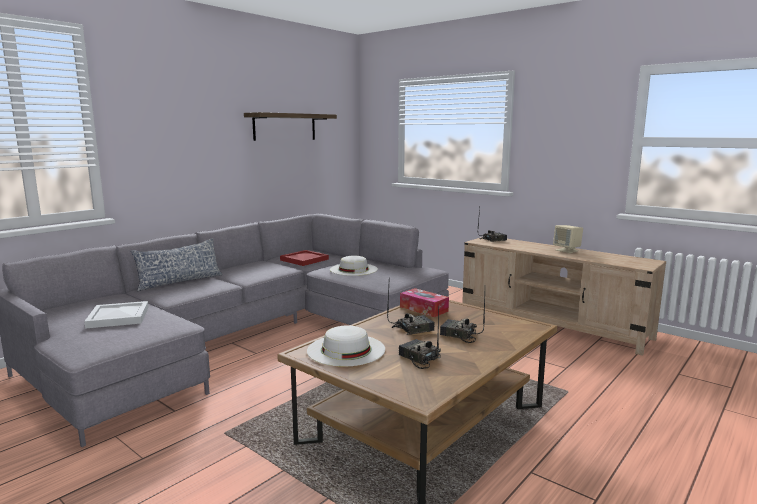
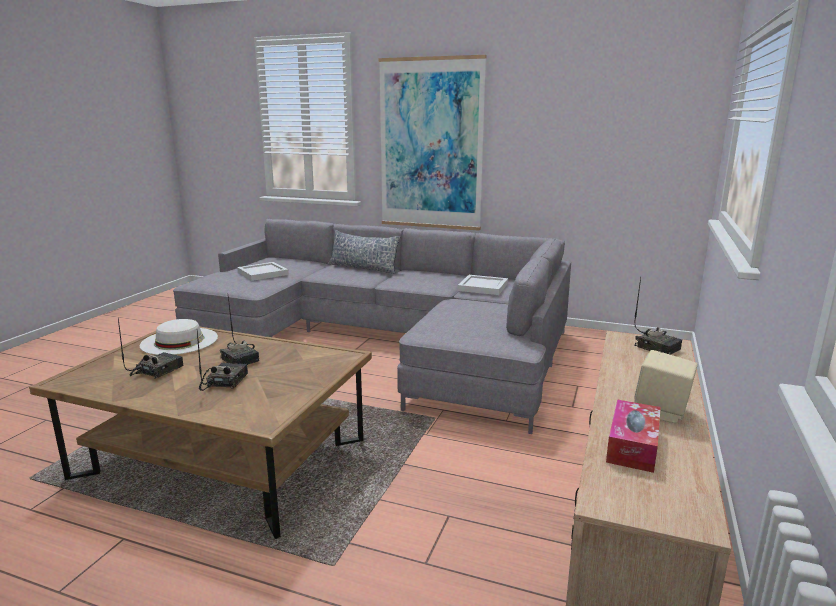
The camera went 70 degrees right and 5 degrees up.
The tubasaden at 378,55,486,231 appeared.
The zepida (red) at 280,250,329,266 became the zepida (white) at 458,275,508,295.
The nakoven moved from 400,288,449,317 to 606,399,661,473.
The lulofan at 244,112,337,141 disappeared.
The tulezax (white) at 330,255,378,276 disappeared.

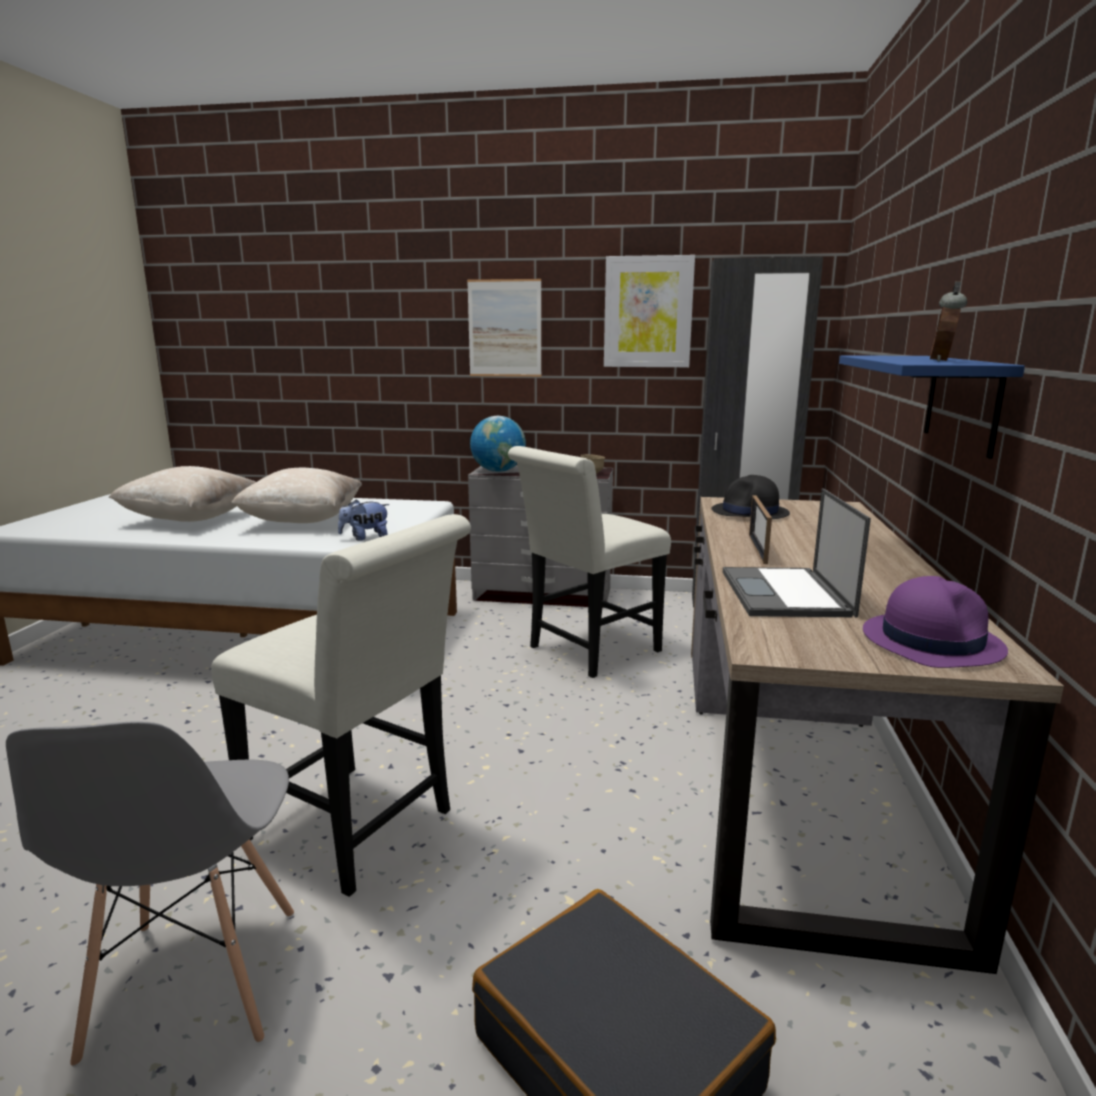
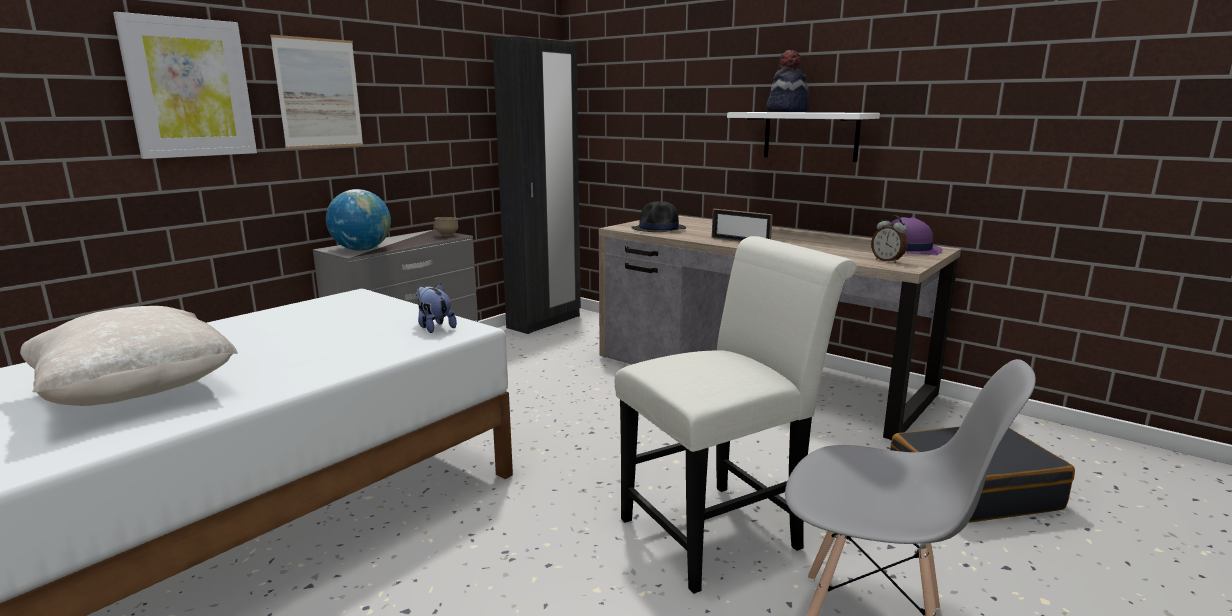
The camera went 60 degrees left and 0 degrees up.
The tubasaden moved from 604,255,695,367 to 113,12,257,159.
The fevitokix at 338,499,389,541 turned 135 degrees clockwise.
The lulofan (blue) at 839,355,1025,459 became the lulofan (white) at 727,112,880,162.
The tulezax at 766,50,809,112 appeared.
The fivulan moved from 930,281,967,362 to 871,215,907,263.
The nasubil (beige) at 231,467,362,523 disappeared.
The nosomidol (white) at 508,446,671,678 disappeared.
The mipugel at 723,488,871,617 disappeared.

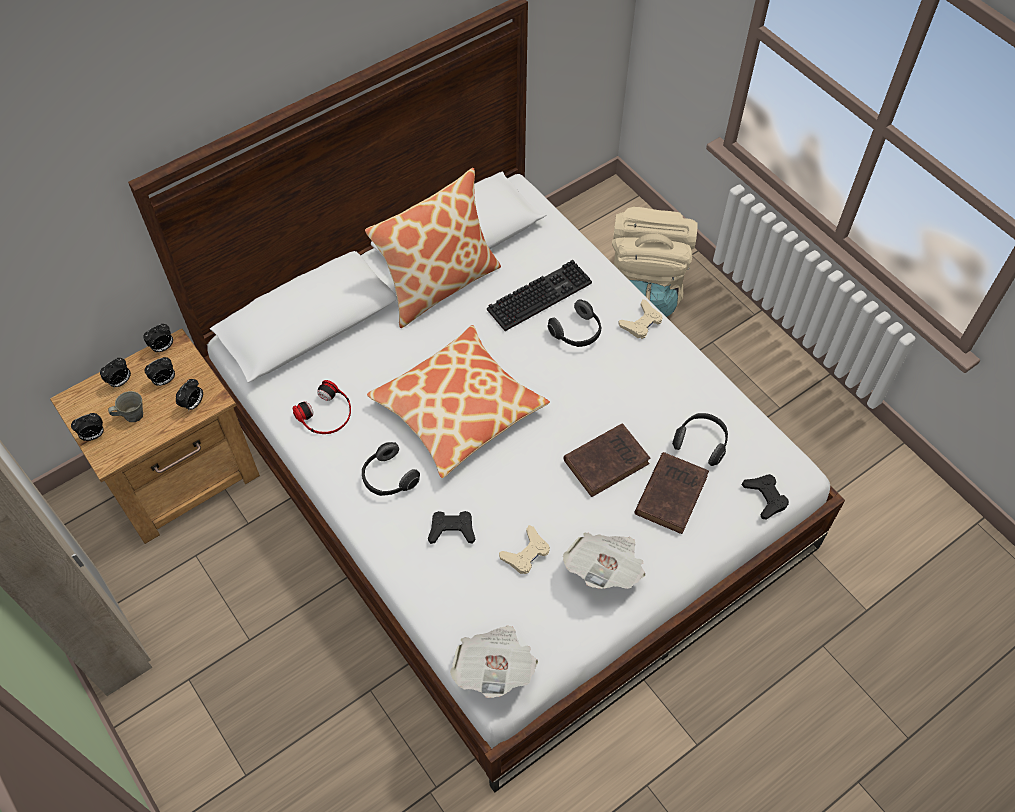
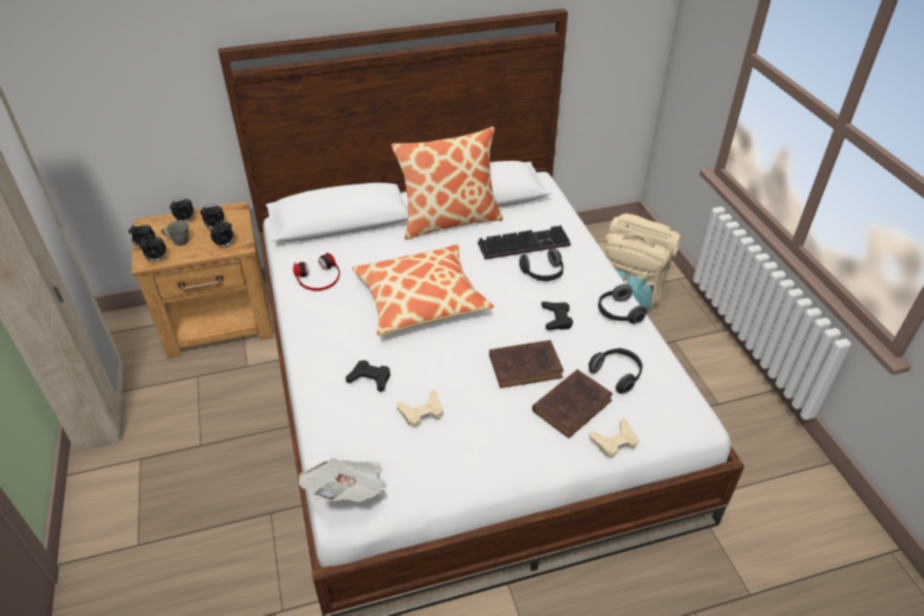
The camera went 20 degrees right and 15 degrees down.
The fivulan moved from 143,324,173,352 to 139,236,166,262.
The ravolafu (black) moved from 742,474,789,520 to 541,301,573,330.
The ravolafu (beige) moved from 618,299,663,339 to 589,418,639,458.
The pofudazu moved from 362,442,420,496 to 598,284,647,324.
The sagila at 563,532,646,589 disappeared.

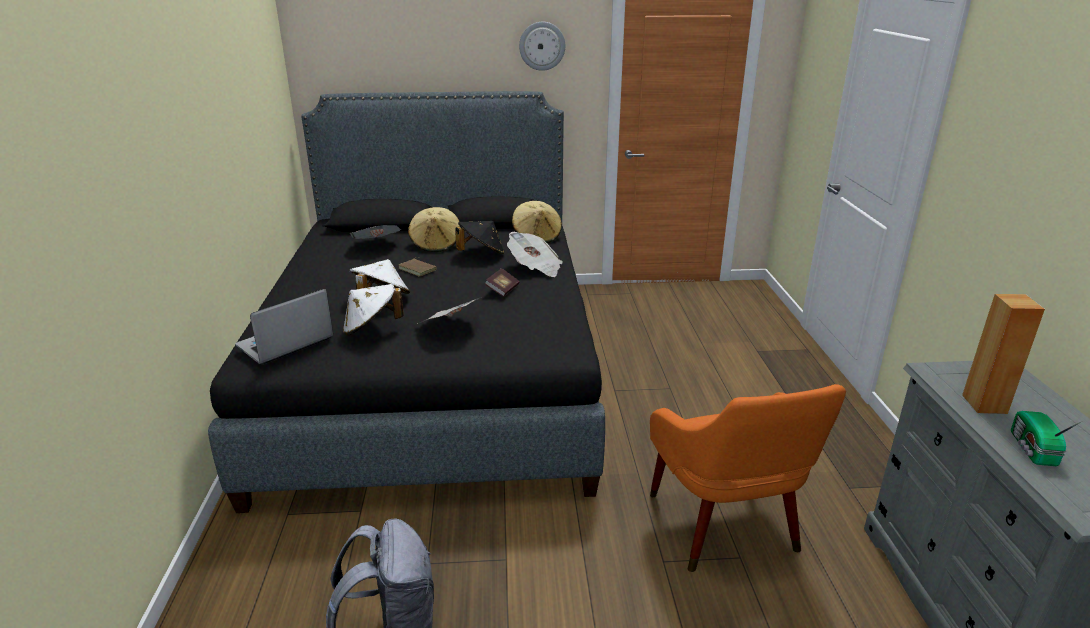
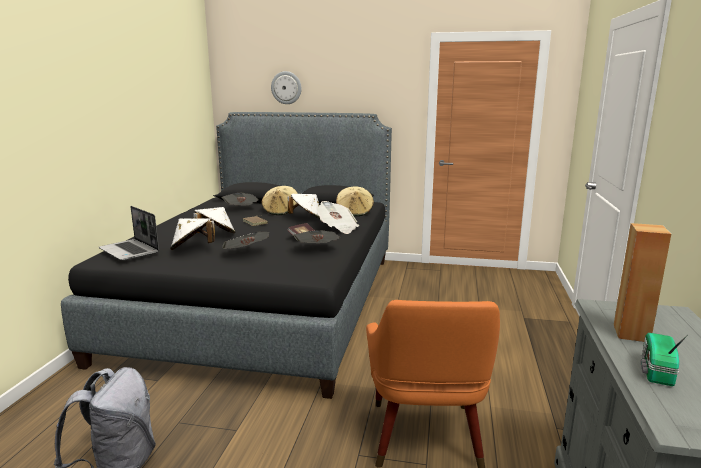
The camera went 15 degrees right and 10 degrees down.
The mipugel at 235,289,333,364 turned 105 degrees counterclockwise.
The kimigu moved from 519,22,565,71 to 271,71,302,104.
The tulezax (black) at 455,221,504,254 became the tulezax (white) at 288,194,320,219.
The sagila at 292,230,340,243 appeared.

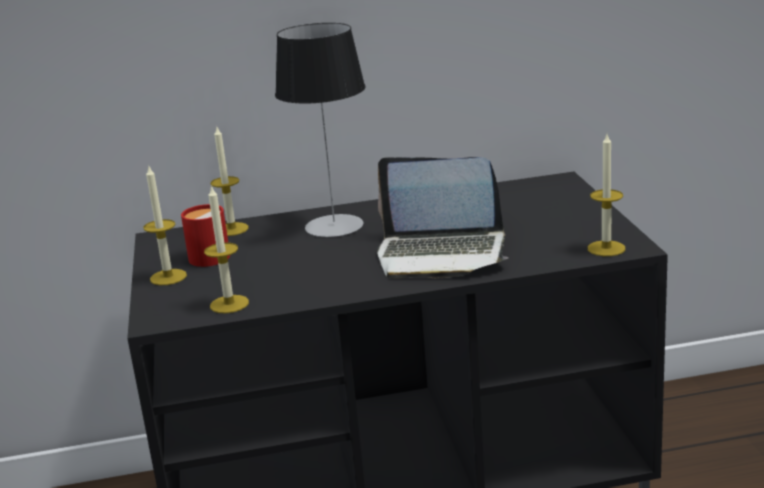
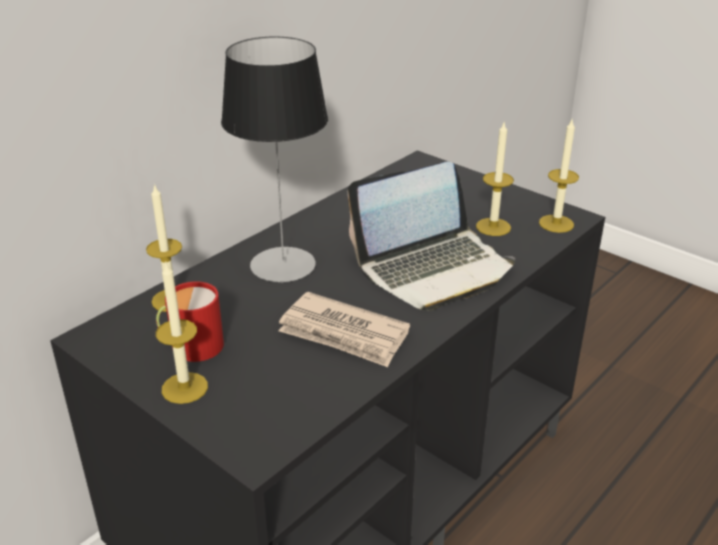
The camera went 40 degrees left and 10 degrees up.
The sagila at 278,292,410,367 appeared.
The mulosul moved from 204,185,249,313 to 476,123,514,236.

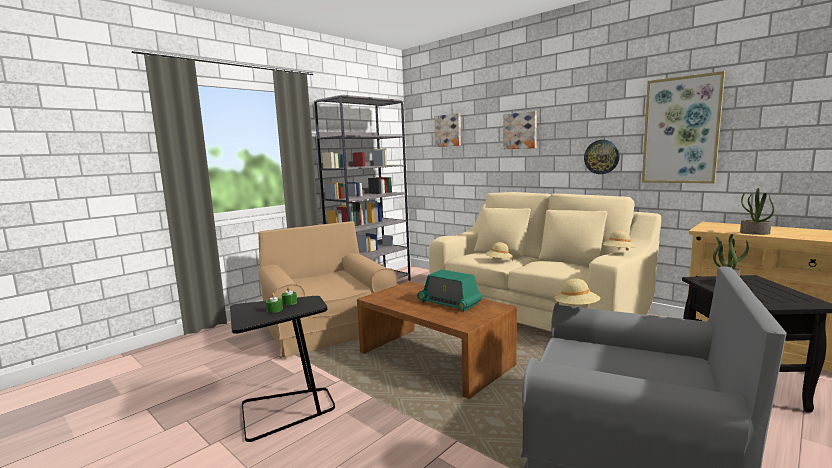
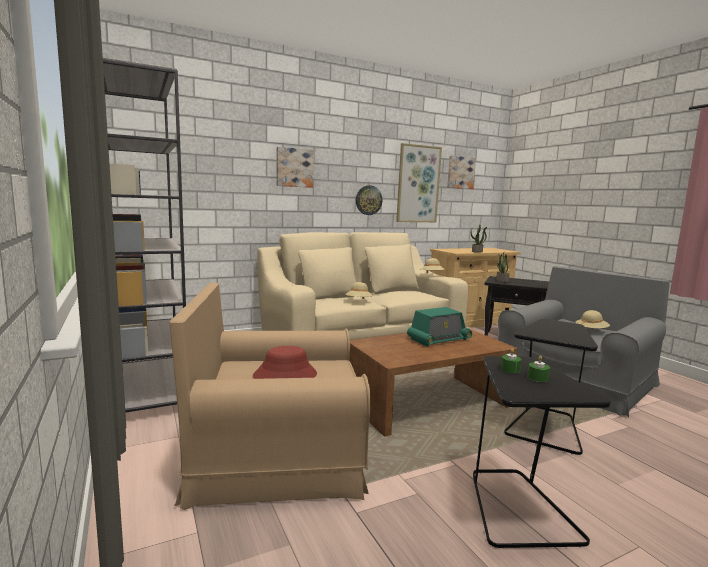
The camera went 70 degrees left and 0 degrees up.
The tulezax (red) at 253,346,317,379 appeared.
The tubasaden moved from 434,113,461,147 to 447,156,476,189.
The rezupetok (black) at 504,319,598,455 appeared.
The tulezax (beige) moved from 554,279,601,305 to 576,310,610,328.

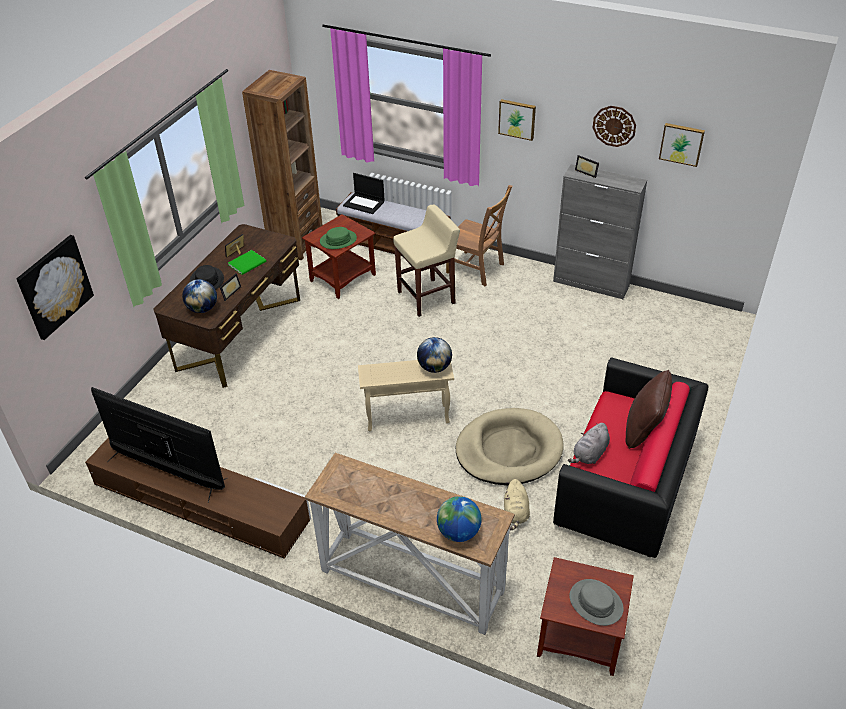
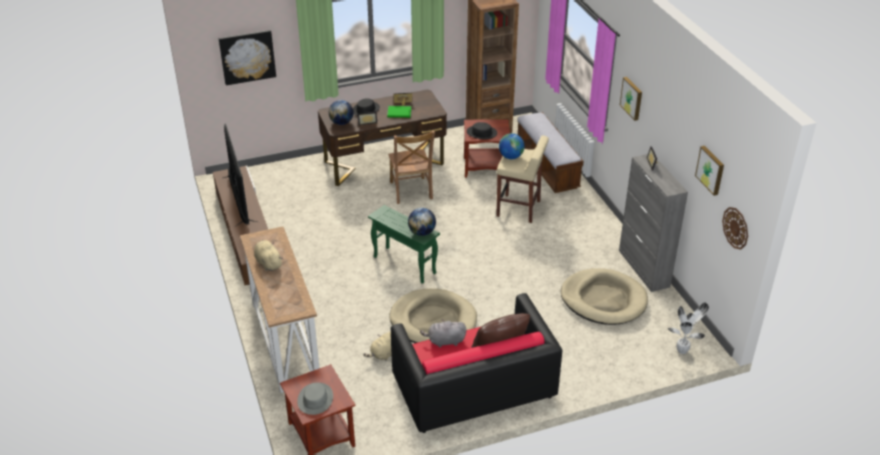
The camera went 45 degrees right and 5 degrees down.
The fevitokix (beige) at 254,240,283,271 appeared.
The rezupetok (beige) at 358,360,454,431 became the rezupetok (green) at 368,205,440,284.
The nosomidol (brown) moved from 446,185,512,286 to 388,130,435,204.
The tulezax (green) at 320,227,357,249 became the tulezax (black) at 467,122,497,139.
The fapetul moved from 437,496,482,542 to 499,133,525,159.
The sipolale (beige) at 561,268,648,325 appeared.
The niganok at 668,303,709,354 appeared.
The kimigu moved from 593,106,636,147 to 722,207,748,250.
The mipugel at 343,173,385,214 disappeared.

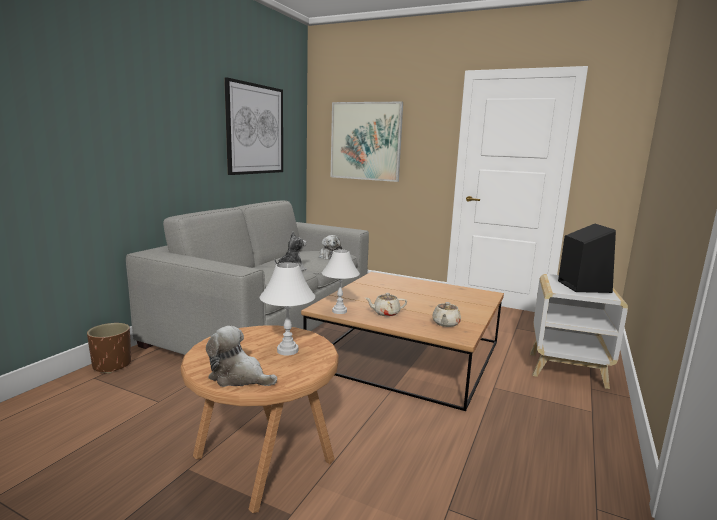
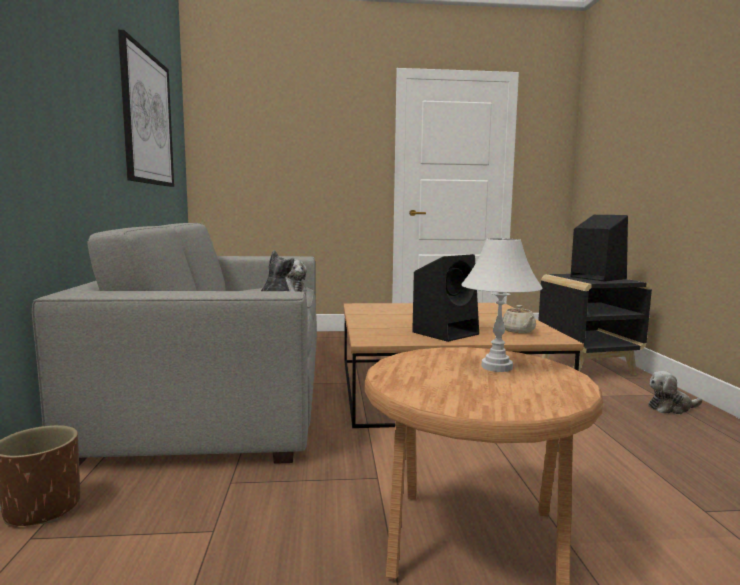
The camera went 30 degrees left and 5 degrees down.
The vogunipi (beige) at 365,293,407,316 was replaced by the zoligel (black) at 412,254,479,342.
The rezupetok (white) at 530,274,628,389 became the rezupetok (black) at 539,274,652,375.
The fevitokix moved from 206,326,277,387 to 648,371,702,414.
The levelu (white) at 322,250,360,314 disappeared.
The tubasaden at 331,102,403,182 disappeared.

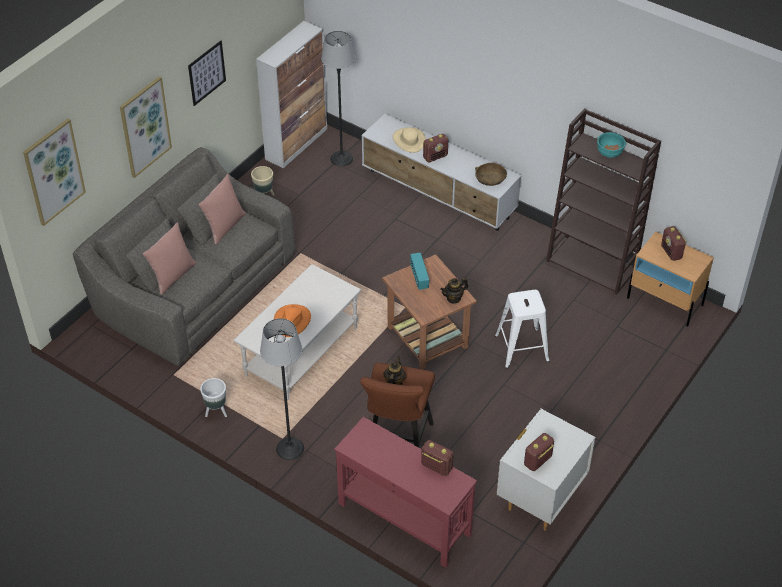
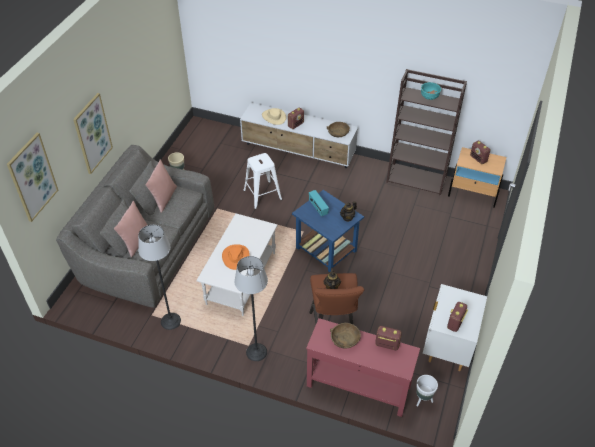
The camera went 15 degrees left and 0 degrees up.
The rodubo moved from 321,31,355,167 to 138,225,181,330.
The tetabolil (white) moved from 495,290,549,368 to 243,153,282,209.
The rezupetok (brown) at 382,254,477,369 became the rezupetok (blue) at 292,190,364,272.
The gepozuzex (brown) at 330,323,361,349 appeared.
The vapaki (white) moved from 200,378,227,417 to 416,375,438,407.
The tubasaden at 188,40,226,106 disappeared.
The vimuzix at 256,21,327,168 disappeared.

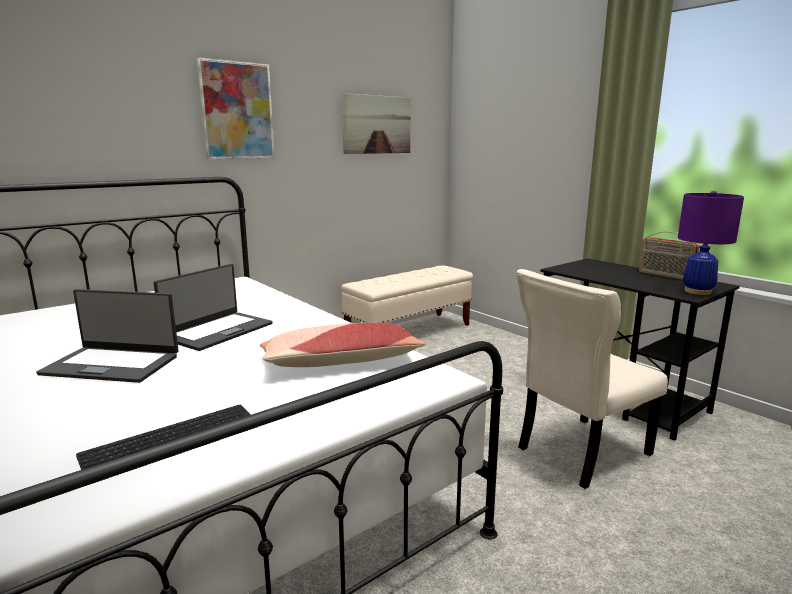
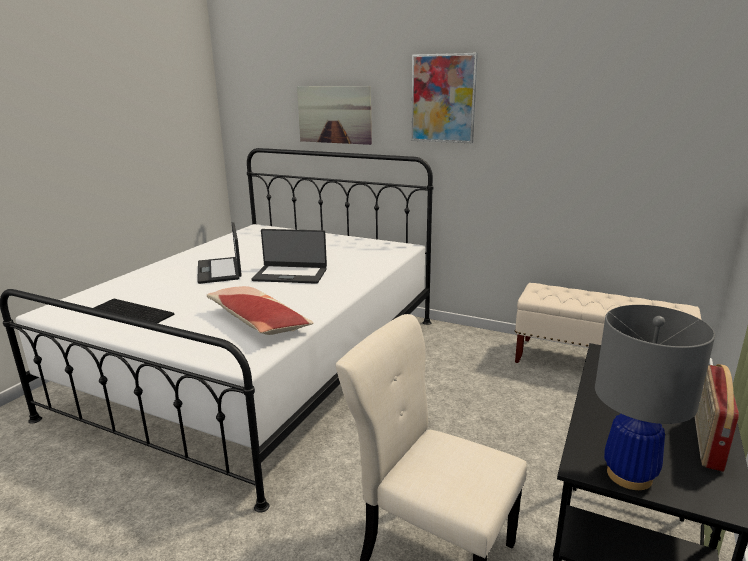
The camera went 65 degrees right and 5 degrees up.
The tubasaden moved from 342,93,411,154 to 297,86,372,145.
The levelu (purple) at 678,191,744,295 became the levelu (grey) at 595,305,715,490.

